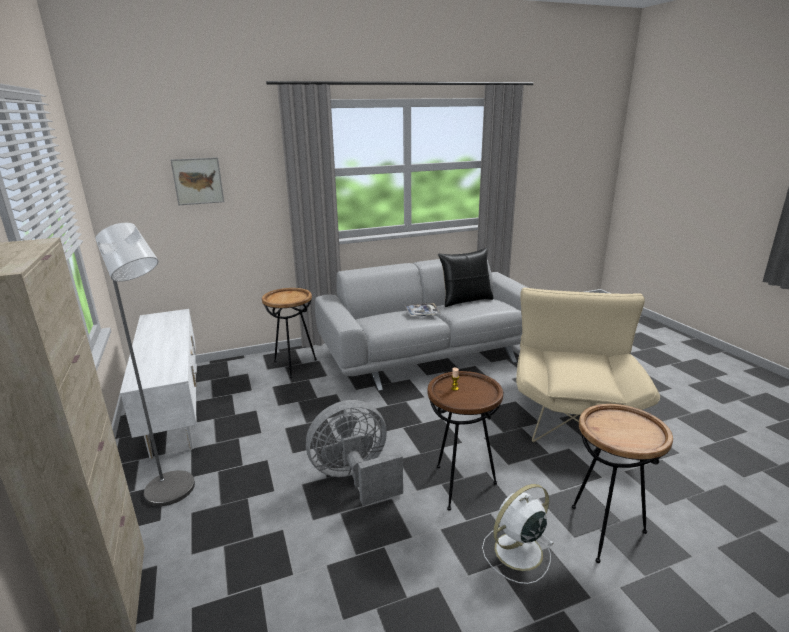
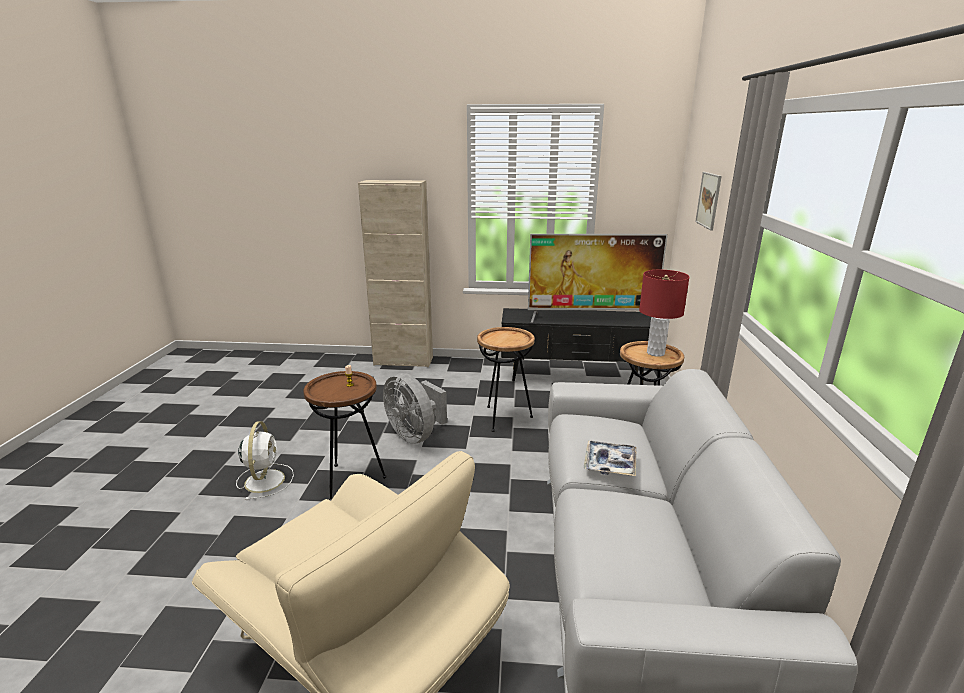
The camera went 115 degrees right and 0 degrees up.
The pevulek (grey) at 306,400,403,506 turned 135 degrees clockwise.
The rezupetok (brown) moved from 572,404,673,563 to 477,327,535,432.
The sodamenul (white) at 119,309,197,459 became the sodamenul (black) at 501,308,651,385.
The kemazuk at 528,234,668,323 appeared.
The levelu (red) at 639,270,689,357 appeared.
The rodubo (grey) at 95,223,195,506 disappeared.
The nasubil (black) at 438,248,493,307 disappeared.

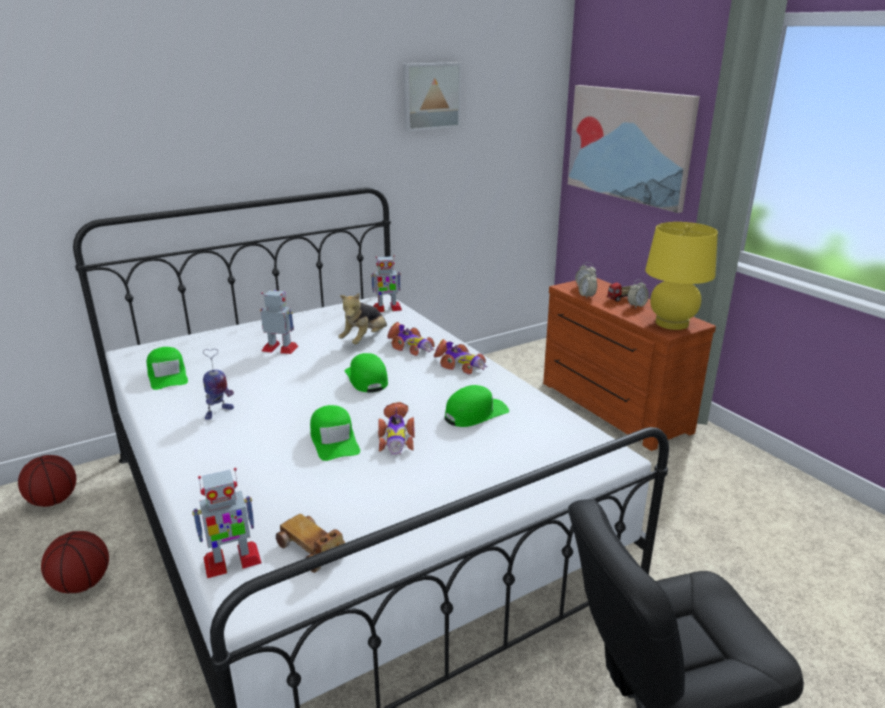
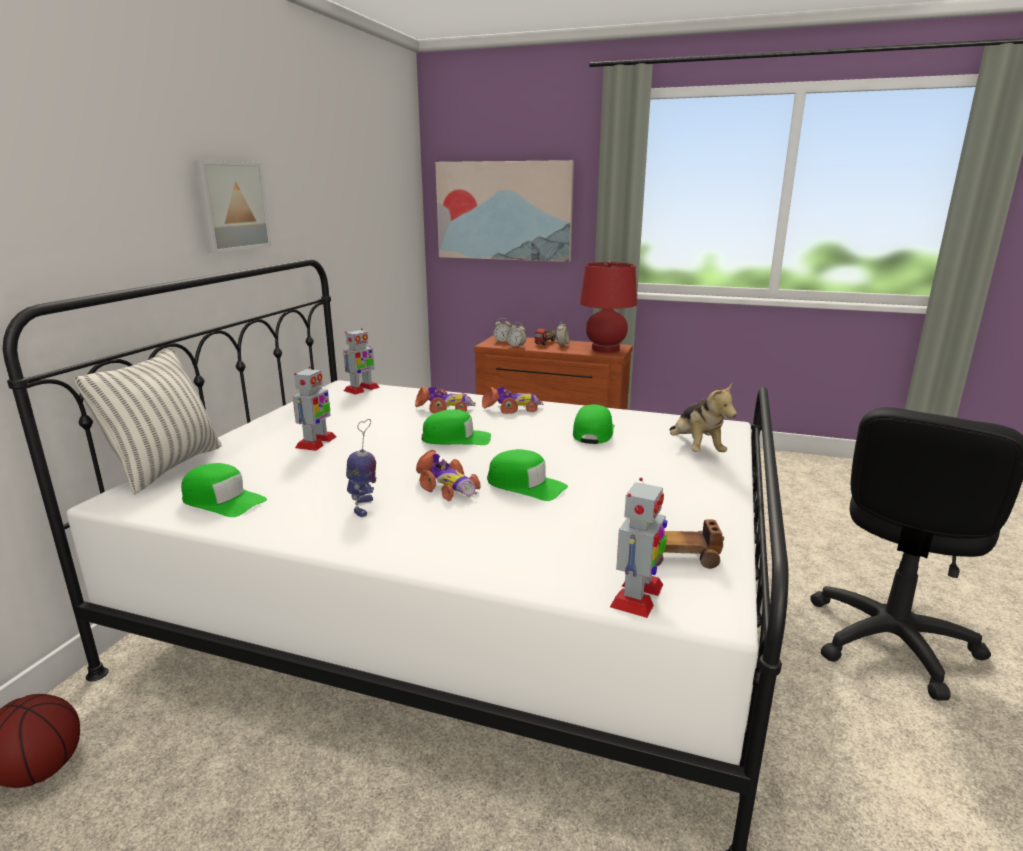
The camera went 40 degrees left and 5 degrees down.
The nasubil at 74,347,221,494 appeared.
The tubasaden moved from 403,62,461,132 to 192,160,271,253.
The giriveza at 260,290,298,354 turned 135 degrees clockwise.
The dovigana moved from 378,402,415,455 to 416,450,481,501.
The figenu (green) at 345,353,388,393 turned 150 degrees clockwise.
The levelu (yellow) at 645,222,718,330 became the levelu (red) at 580,261,637,353.
The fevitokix moved from 338,293,387,344 to 669,383,737,452.
The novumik at 41,531,109,593 disappeared.

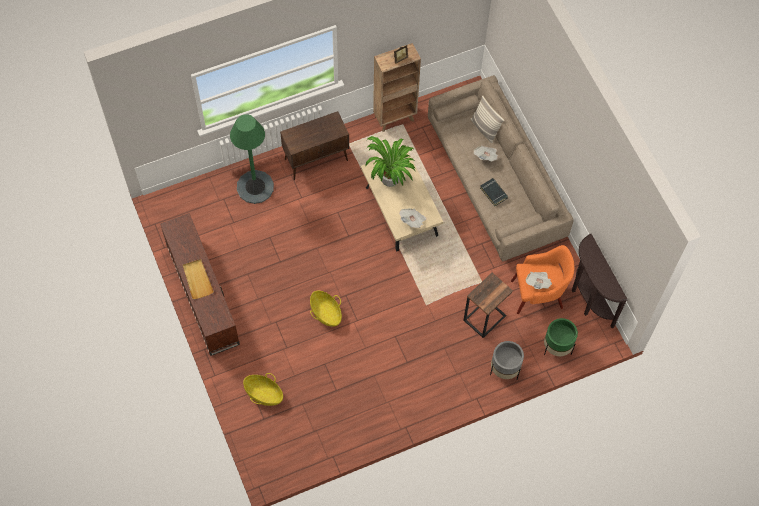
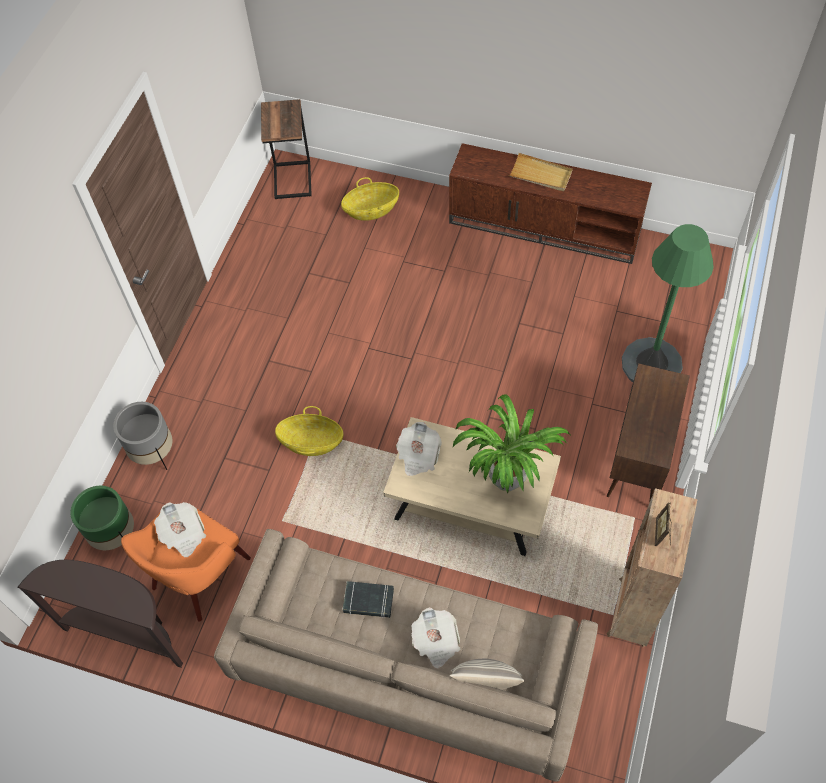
The camera went 135 degrees right and 5 degrees down.
The rezupetok moved from 463,273,513,338 to 261,99,312,199.
The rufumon moved from 310,291,342,327 to 275,406,343,456.

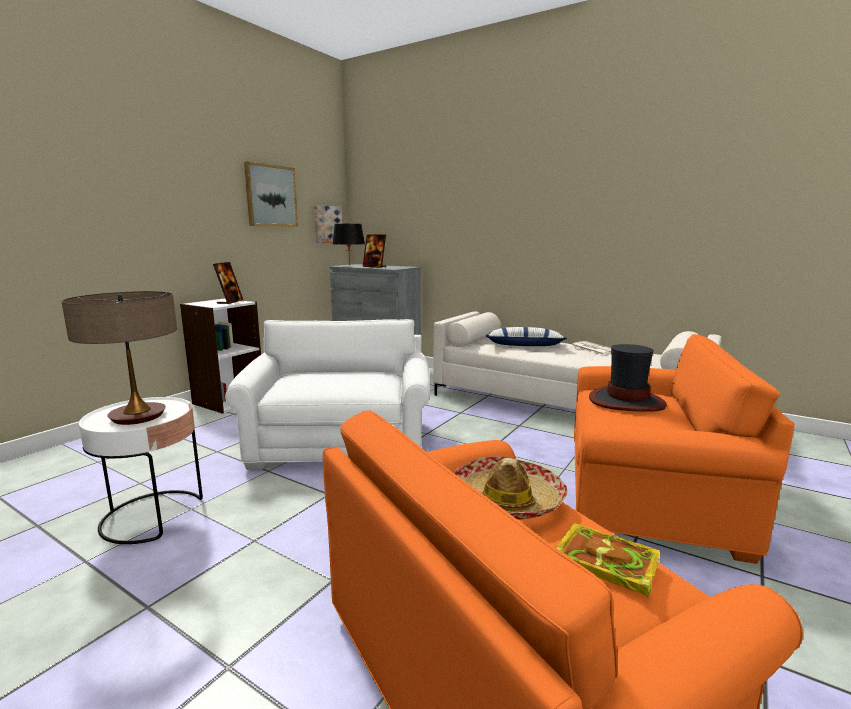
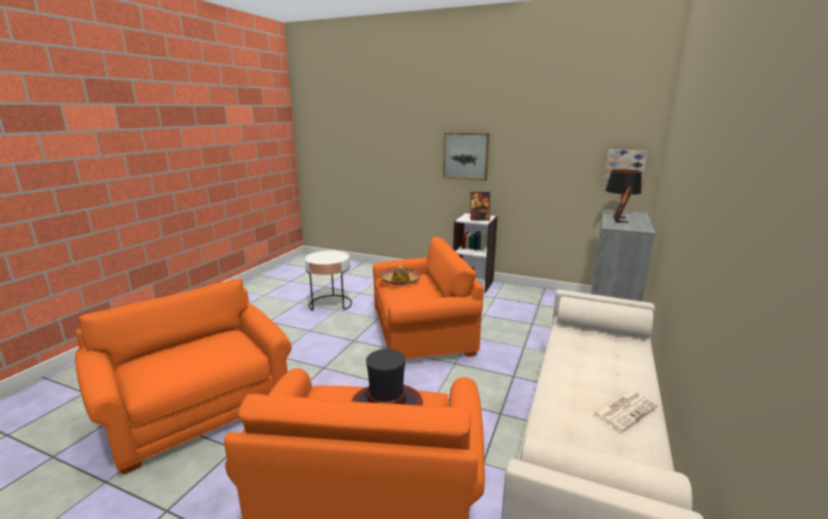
The camera went 80 degrees right and 5 degrees up.
The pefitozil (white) at 225,319,430,470 became the pefitozil (orange) at 373,237,484,360.
The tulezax moved from 454,456,567,520 to 379,266,421,285.
The tubasaden moved from 244,162,298,227 to 443,132,489,181.
The levelu at 61,291,177,425 disappeared.
The nasubil at 486,327,567,346 disappeared.
The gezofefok at 555,523,660,598 disappeared.

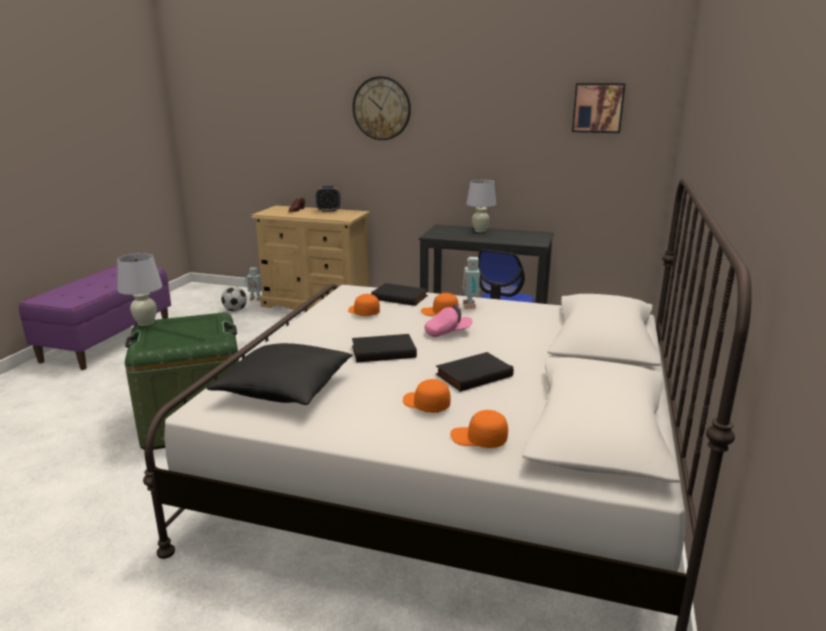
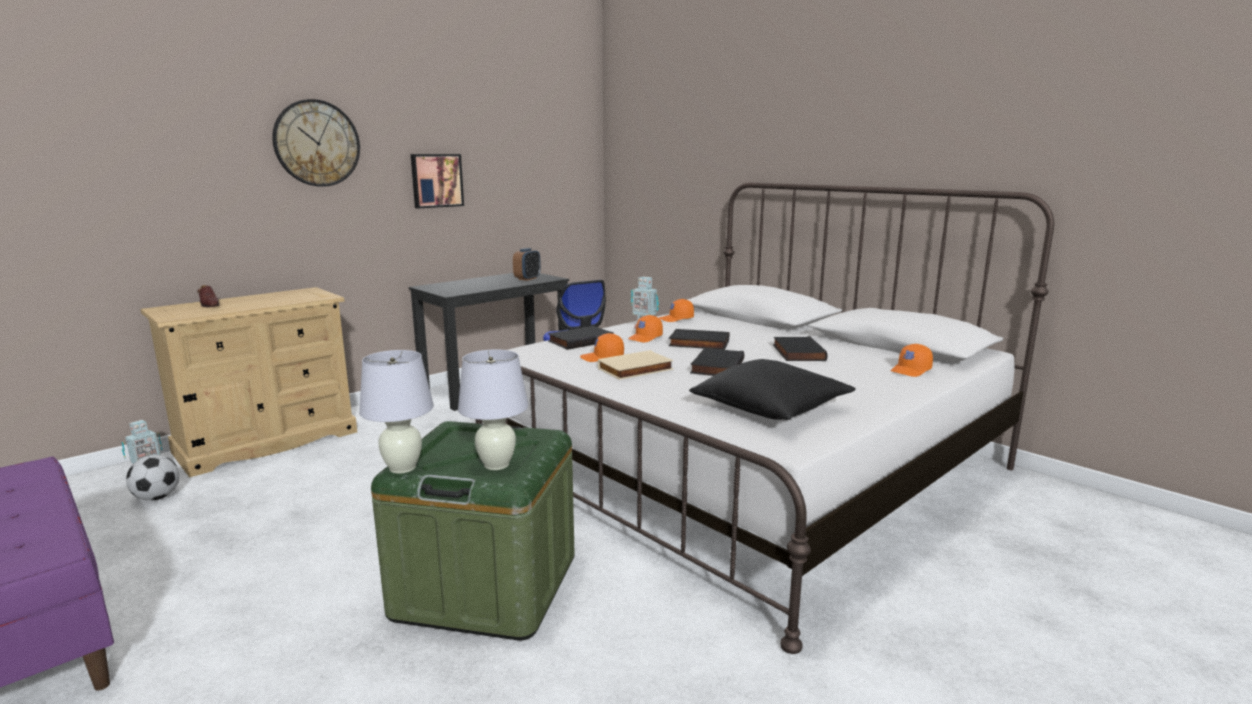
The camera went 60 degrees left and 5 degrees down.
The tubasaden moved from 572,83,626,133 to 411,154,464,209.
The levelu (white) moved from 466,180,496,232 to 458,349,528,470.
The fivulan moved from 316,185,341,212 to 513,248,541,281.
The gezofefok (beige) at 598,350,673,380 appeared.
The figenu (orange) moved from 403,379,451,413 to 659,299,694,322.
The figenu (pink) at 425,304,472,337 was replaced by the gezofefok (black) at 669,329,729,350.

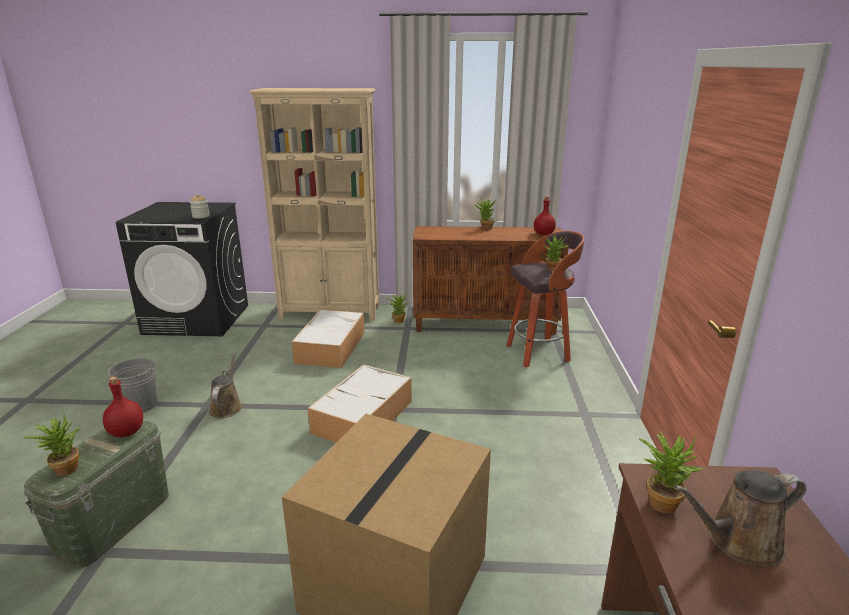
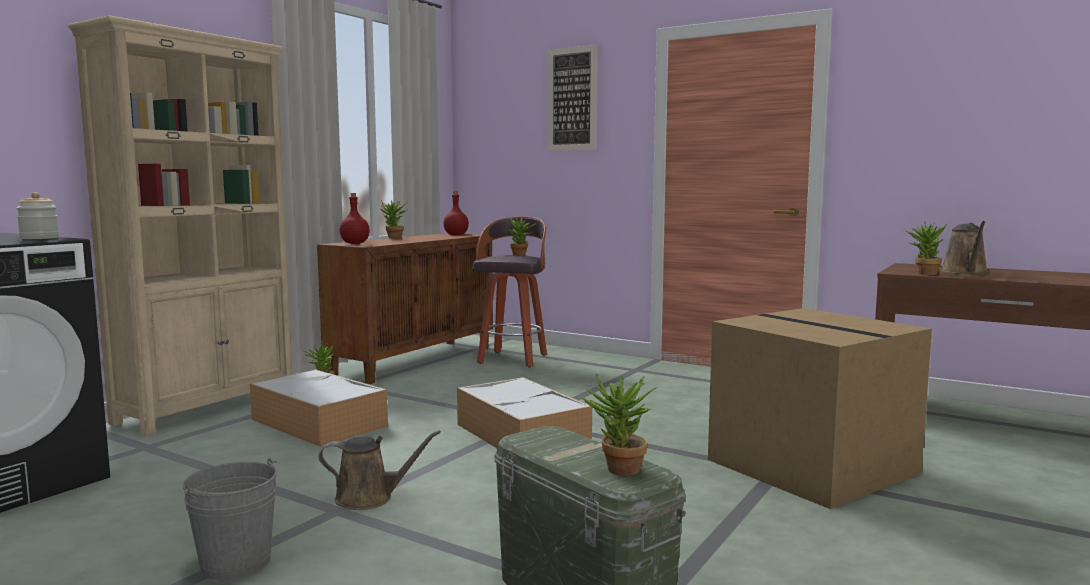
The camera went 60 degrees left and 15 degrees down.
The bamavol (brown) at 209,352,243,418 turned 150 degrees clockwise.
The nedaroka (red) moved from 103,377,143,437 to 340,193,370,244.
The tubasaden at 548,45,597,151 appeared.

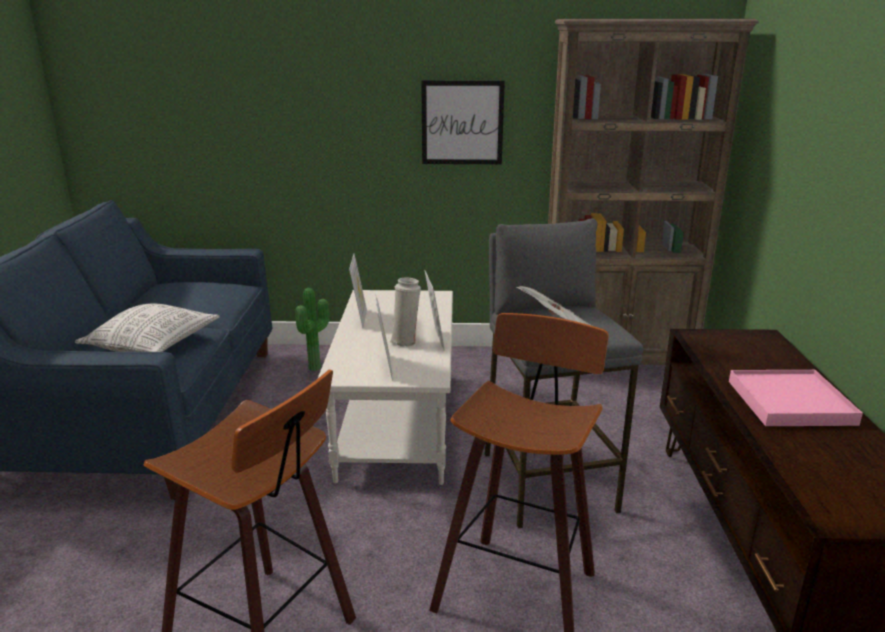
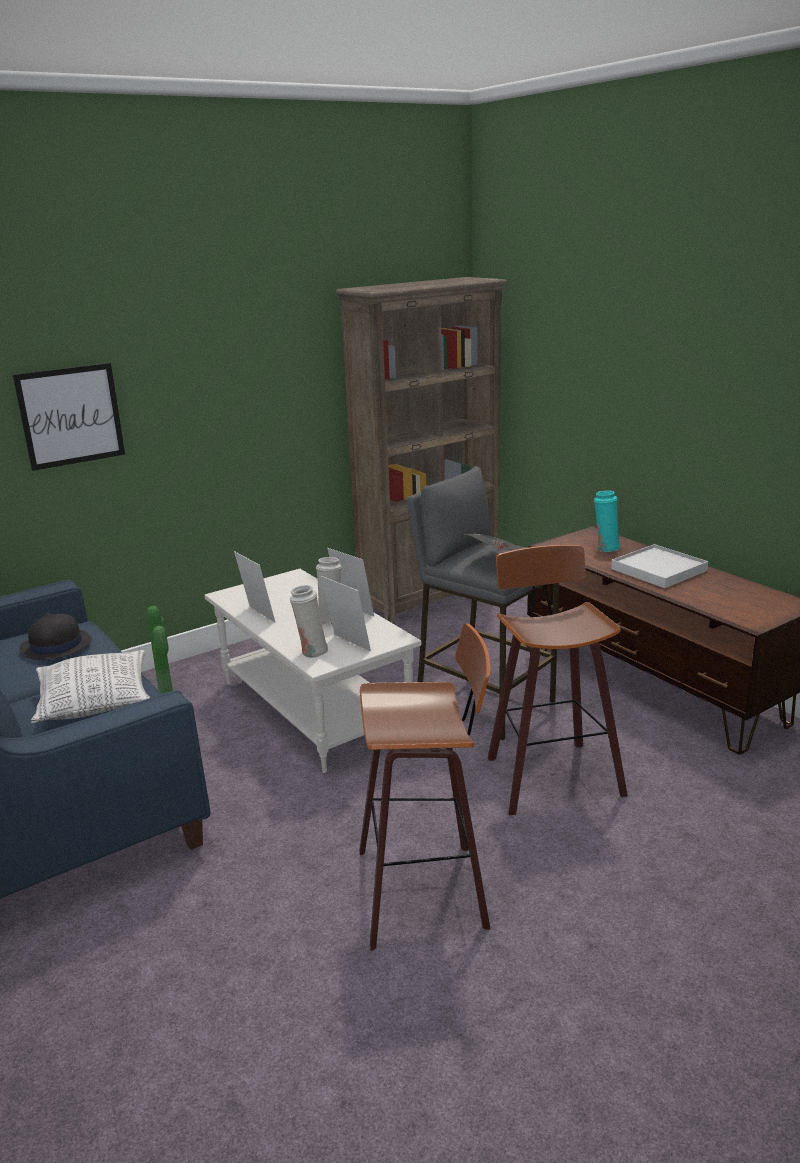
The camera went 35 degrees left and 0 degrees up.
The tubasaden moved from 421,80,505,164 to 13,363,125,471.
The tulezax (black) at 19,613,92,660 appeared.
The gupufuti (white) at 290,585,328,658 appeared.
The gupufuti (turquoise) at 594,491,621,552 appeared.
The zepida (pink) at 729,370,863,426 became the zepida (white) at 611,544,708,588.

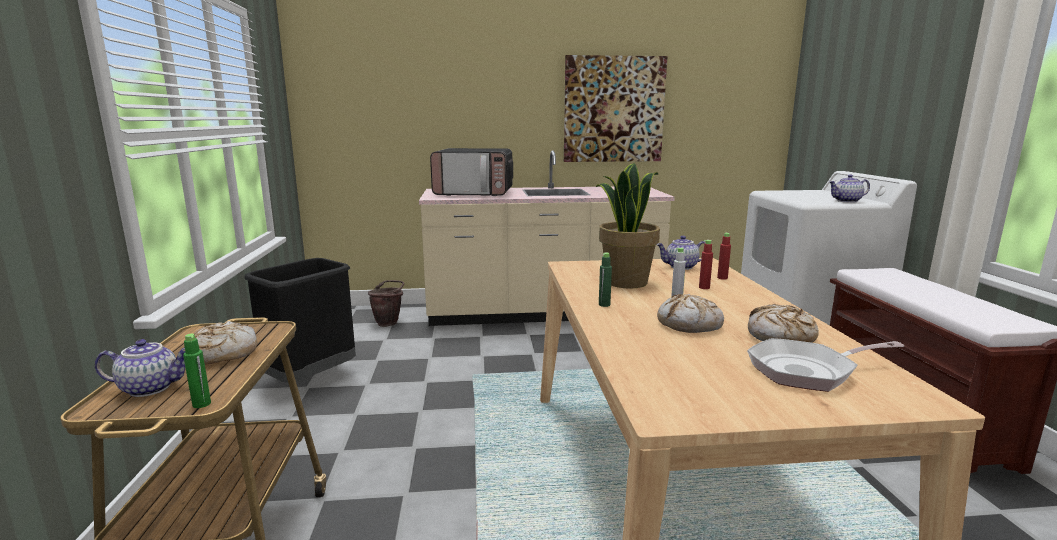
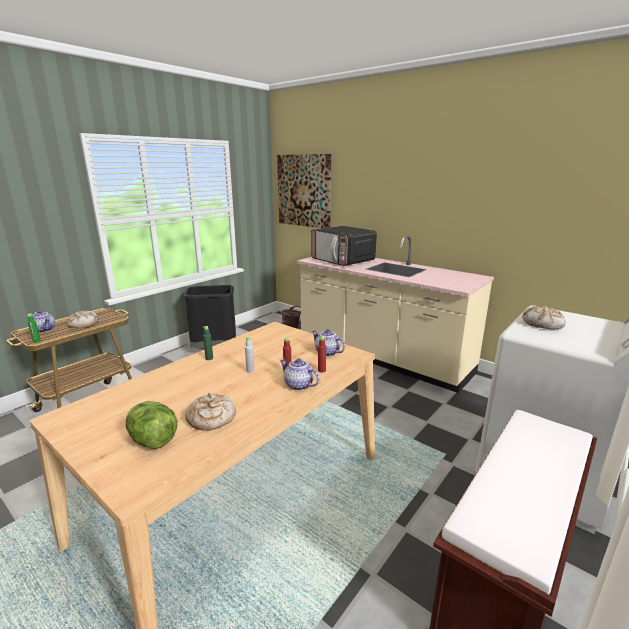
The camera went 45 degrees right and 5 degrees up.
The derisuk at 747,338,904,392 was replaced by the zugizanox at 126,401,177,449.
The tubasaden moved from 564,55,667,162 to 277,154,331,228.
The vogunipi moved from 829,175,870,203 to 280,358,319,391.
The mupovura moved from 657,294,724,333 to 522,305,566,330.
The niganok at 596,163,660,289 disappeared.

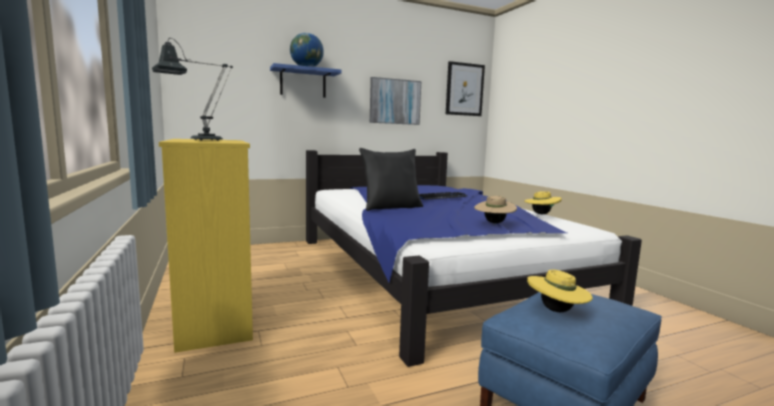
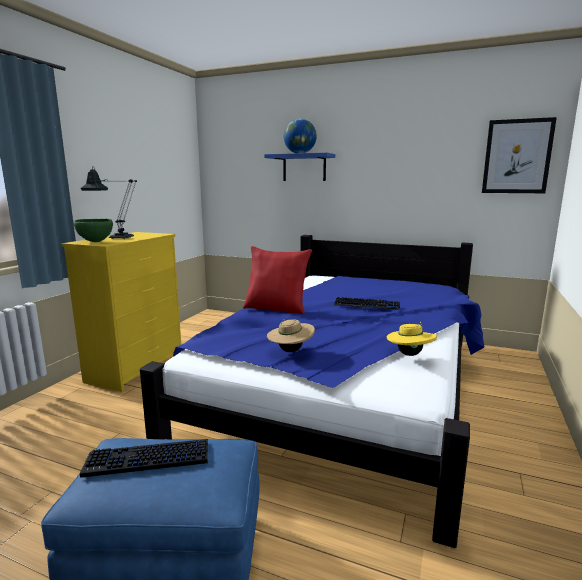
The camera went 45 degrees right and 5 degrees up.
The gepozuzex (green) at 73,219,113,242 appeared.
The tulezax (yellow) at 527,270,593,312 was replaced by the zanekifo at 80,439,208,478.
The nasubil (black) at 359,148,423,211 became the nasubil (red) at 243,246,312,314.
The tubasaden at 370,77,421,125 disappeared.

